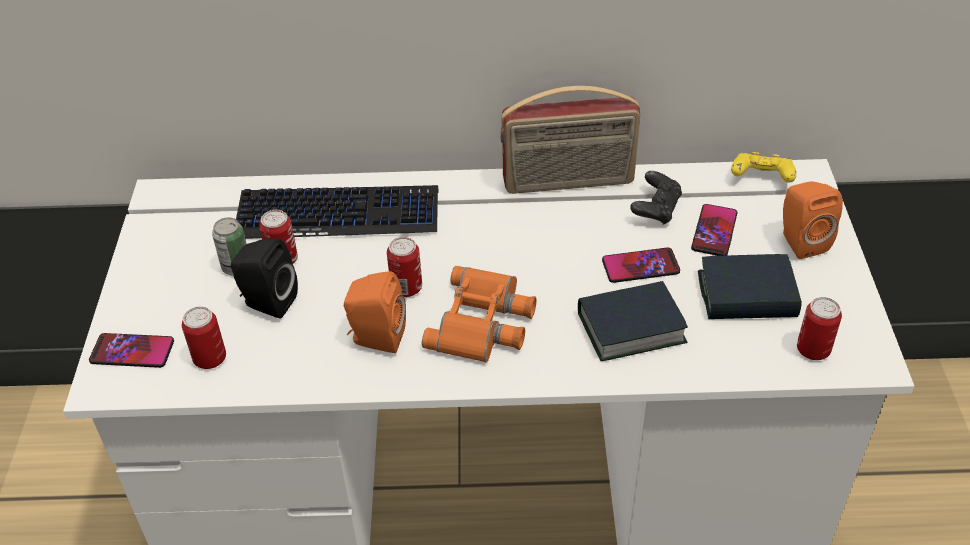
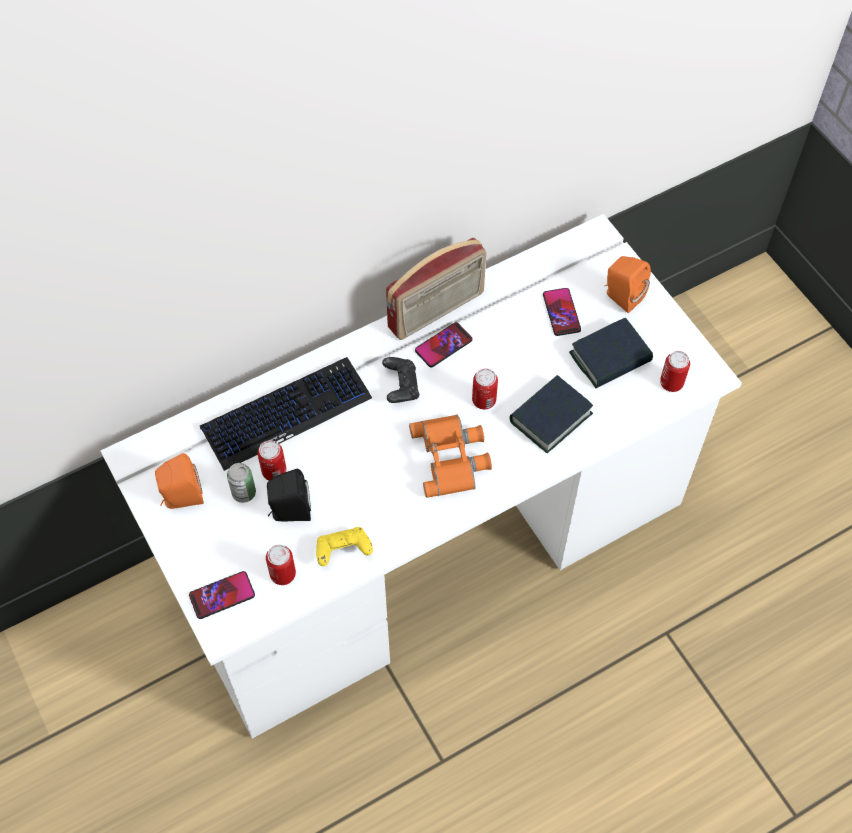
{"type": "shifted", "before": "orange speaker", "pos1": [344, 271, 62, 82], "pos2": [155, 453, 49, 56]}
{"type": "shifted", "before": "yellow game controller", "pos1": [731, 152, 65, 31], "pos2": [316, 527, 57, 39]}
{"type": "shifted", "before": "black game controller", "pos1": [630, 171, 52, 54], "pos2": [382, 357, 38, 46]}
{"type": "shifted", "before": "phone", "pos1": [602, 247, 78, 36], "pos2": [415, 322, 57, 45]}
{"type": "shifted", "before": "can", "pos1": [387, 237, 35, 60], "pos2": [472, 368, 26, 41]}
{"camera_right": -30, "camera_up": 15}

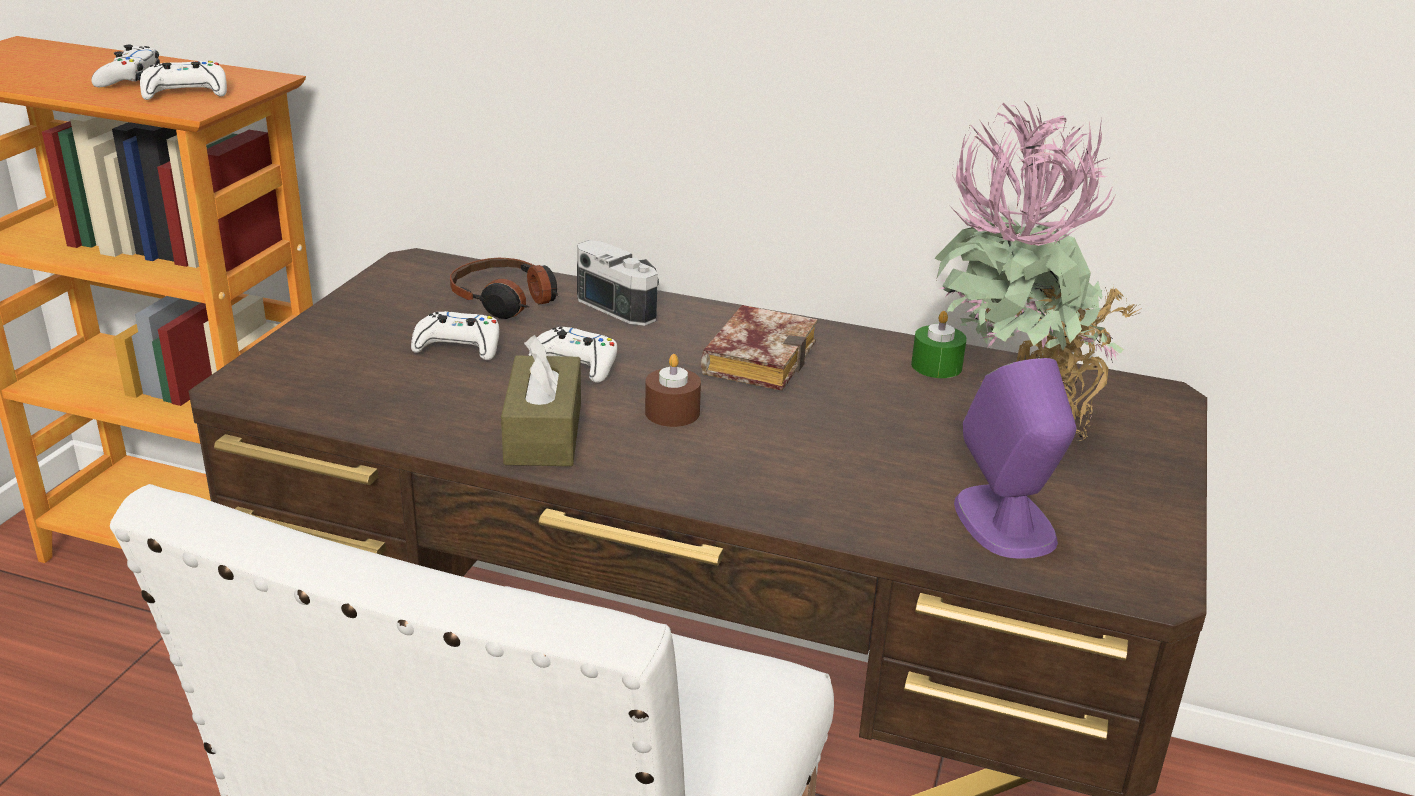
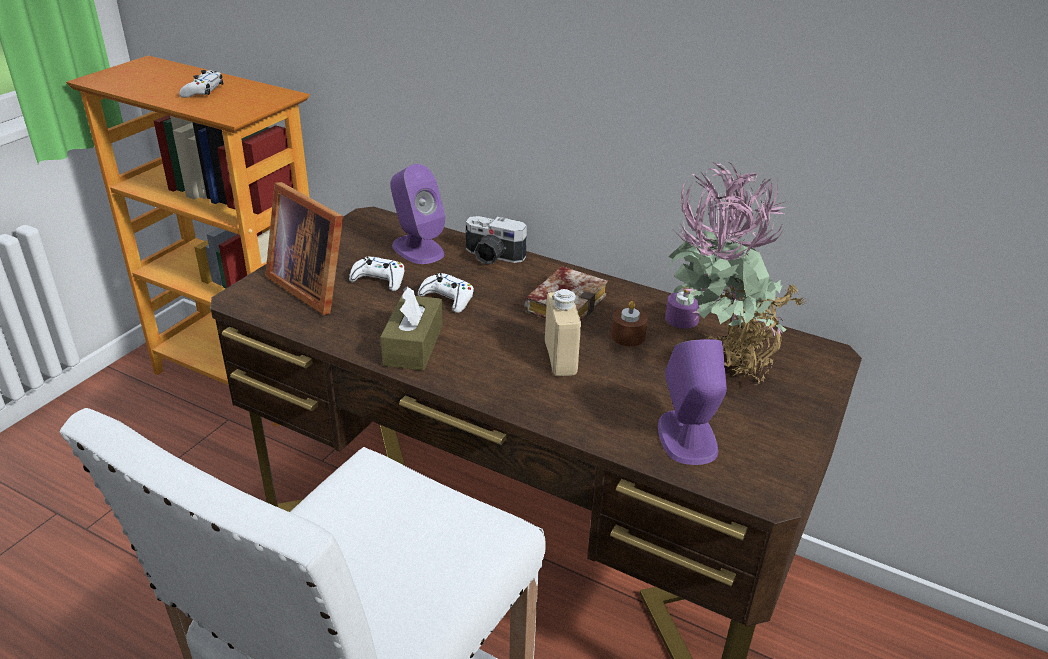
{"type": "new", "after": "picture frame", "pos2": [265, 182, 78, 133]}
{"type": "swapped", "before": "headphones", "after": "purple speaker", "pos1": [450, 258, 109, 61], "pos2": [391, 164, 55, 100]}
{"type": "rotated", "before": "photo camera", "pos1": [577, 240, 82, 86], "pos2": [465, 216, 62, 49], "turn": 150}
{"type": "new", "after": "beige bottle", "pos2": [545, 289, 36, 87]}
{"type": "shifted", "before": "brown candle", "pos1": [645, 354, 56, 73], "pos2": [611, 301, 37, 45]}
{"type": "repainted", "before": "green candle", "after": "purple candle", "pos1": [911, 311, 56, 67], "pos2": [665, 287, 36, 42]}
{"type": "gone", "before": "white game controller", "pos1": [140, 61, 87, 39]}
{"camera_right": 10, "camera_up": 5}

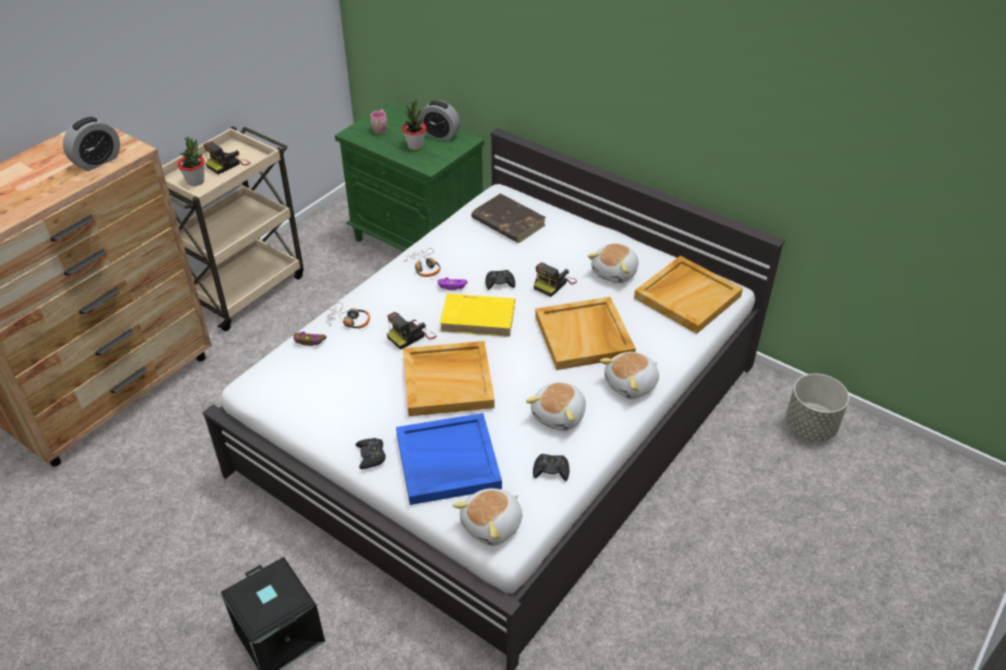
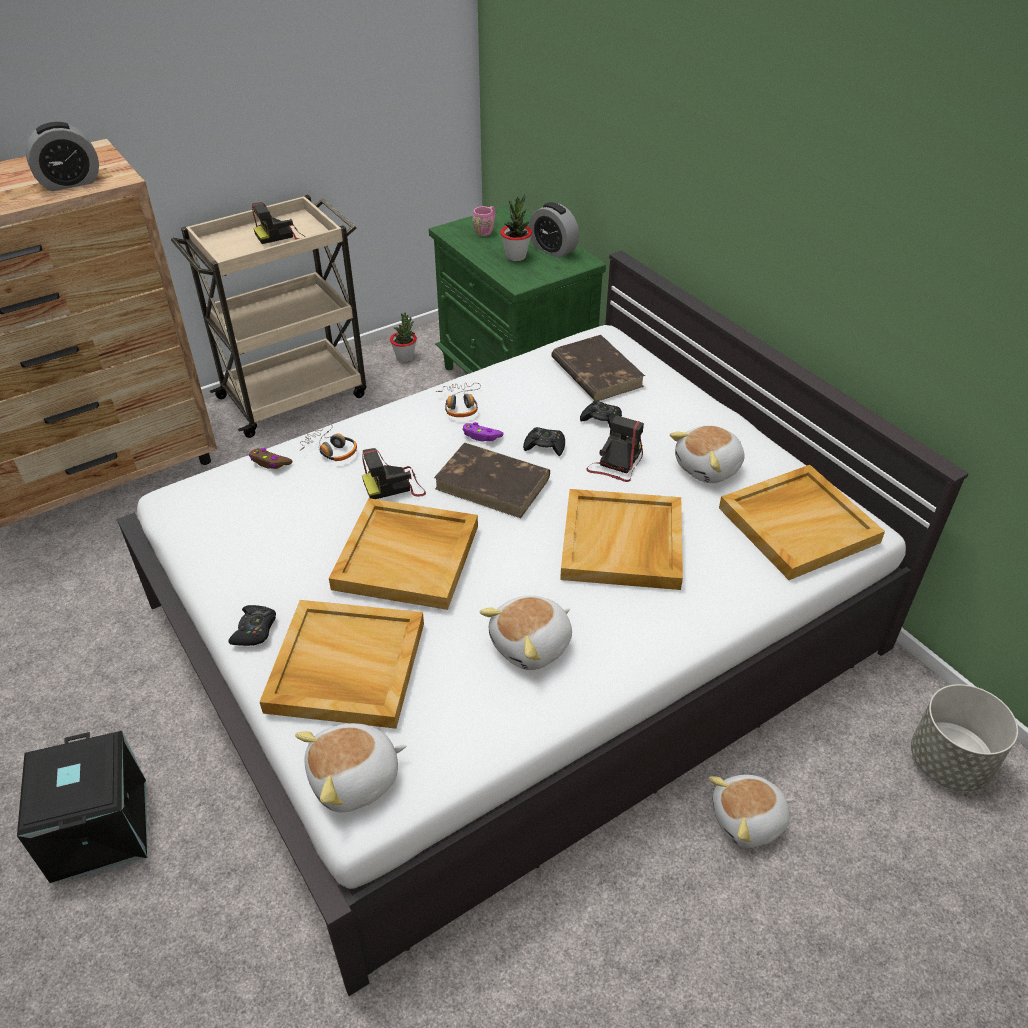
{"type": "repainted", "before": "blue tray", "after": "beige tray", "pos1": [396, 413, 106, 92], "pos2": [260, 600, 164, 129]}
{"type": "shifted", "before": "potted plant", "pos1": [178, 136, 27, 50], "pos2": [390, 312, 27, 50]}
{"type": "repainted", "before": "yellow book", "after": "brown book", "pos1": [440, 294, 75, 43], "pos2": [434, 443, 116, 75]}
{"type": "shifted", "before": "black game controller", "pos1": [533, 454, 36, 27], "pos2": [580, 400, 42, 29]}
{"type": "rotated", "before": "photo camera", "pos1": [534, 262, 43, 35], "pos2": [586, 415, 58, 67], "turn": 150}
{"type": "shifted", "before": "plush toy", "pos1": [600, 352, 59, 47], "pos2": [709, 775, 84, 73]}
{"camera_right": 20, "camera_up": 0}

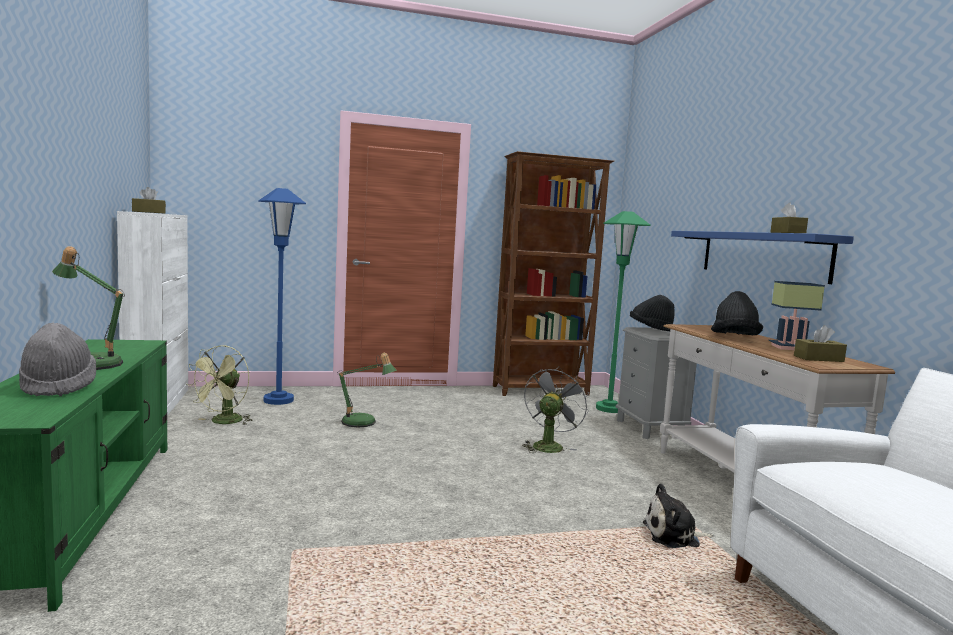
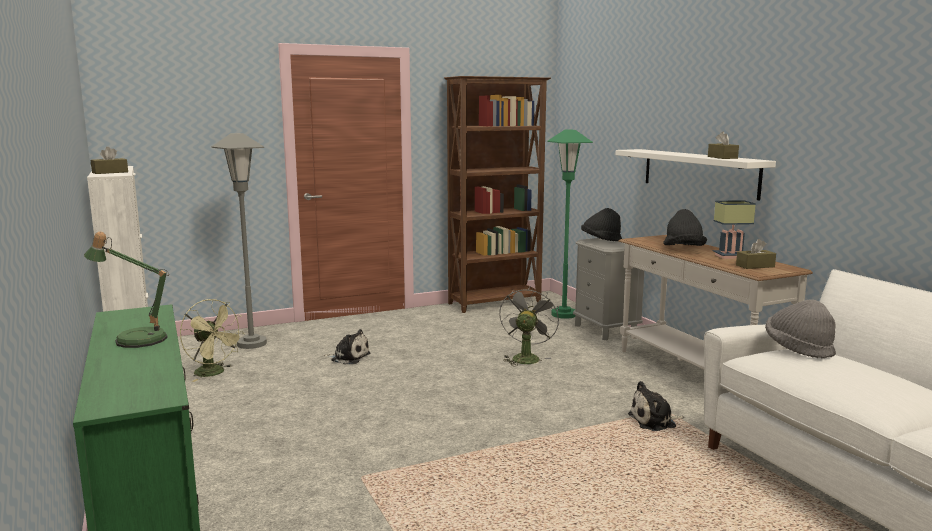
{"type": "rotated", "before": "green fan", "pos1": [187, 345, 66, 80], "pos2": [180, 299, 64, 83], "turn": -60}
{"type": "repainted", "before": "blue floor lamp", "after": "grey floor lamp", "pos1": [258, 188, 48, 217], "pos2": [211, 133, 56, 216]}
{"type": "swapped", "before": "table lamp", "after": "plush toy", "pos1": [337, 353, 60, 75], "pos2": [323, 329, 48, 35]}
{"type": "repainted", "before": "blue shelf", "after": "white shelf", "pos1": [671, 231, 183, 53], "pos2": [615, 149, 161, 51]}
{"type": "shifted", "before": "grey hat", "pos1": [19, 323, 77, 73], "pos2": [765, 300, 71, 59]}
{"camera_right": -10, "camera_up": 5}

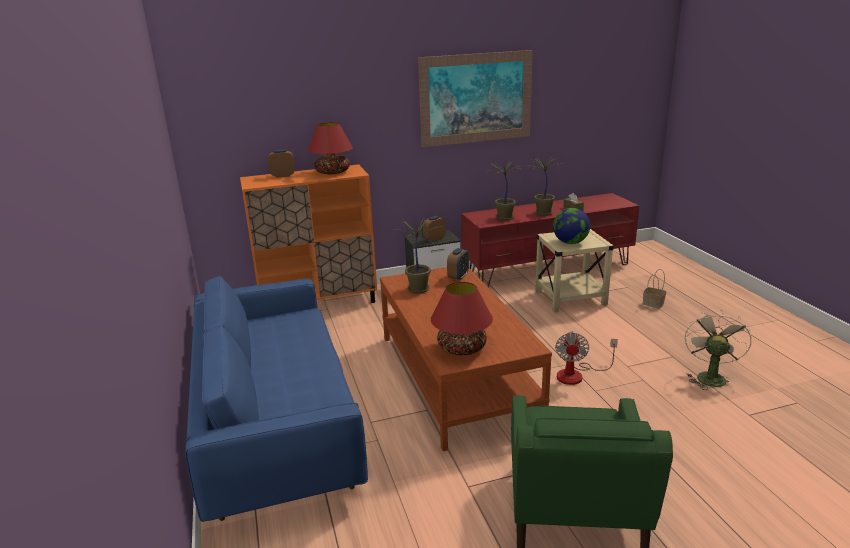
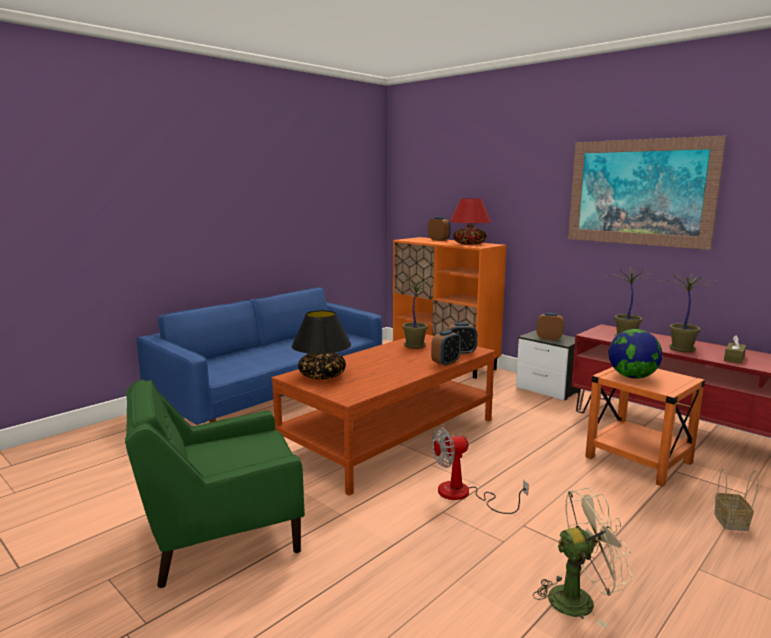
{"type": "repainted", "before": "red table lamp", "after": "black table lamp", "pos1": [431, 282, 62, 73], "pos2": [292, 310, 59, 69]}
{"type": "new", "after": "alarm clock", "pos2": [431, 330, 30, 36]}
{"type": "repainted", "before": "beige side table", "after": "orange side table", "pos1": [535, 229, 79, 84], "pos2": [585, 367, 120, 120]}
{"camera_right": 60, "camera_up": -10}

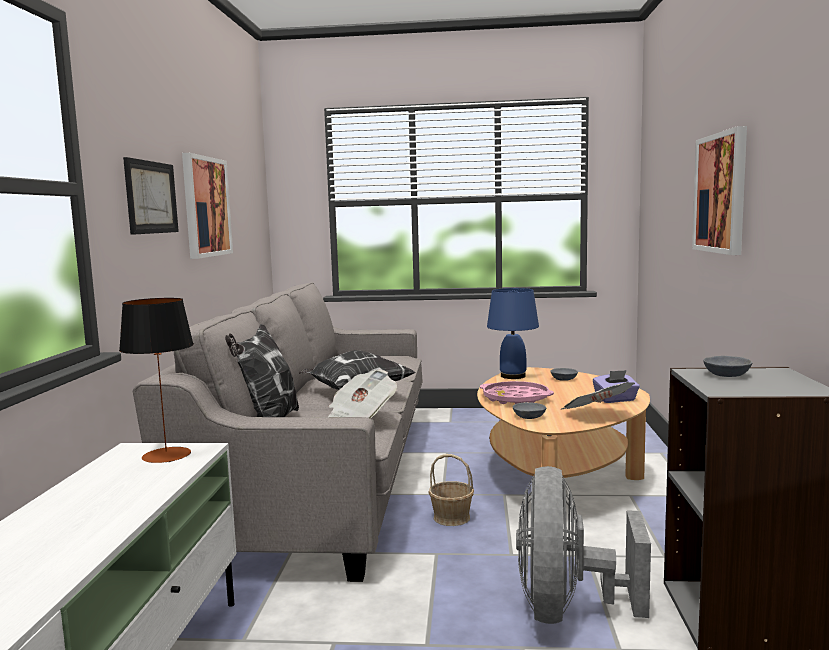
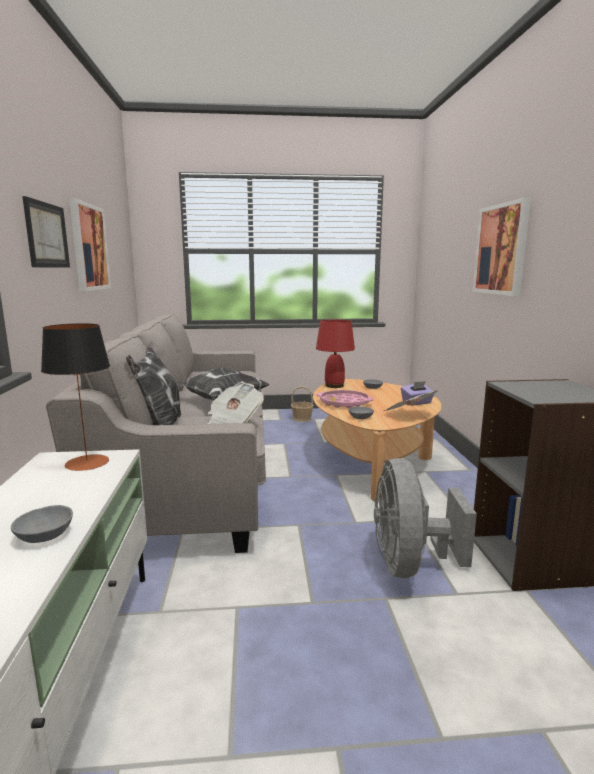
{"type": "shifted", "before": "grey bowl", "pos1": [703, 356, 49, 21], "pos2": [11, 505, 62, 38]}
{"type": "shifted", "before": "basket", "pos1": [429, 454, 45, 72], "pos2": [291, 386, 23, 36]}
{"type": "repainted", "before": "blue table lamp", "after": "red table lamp", "pos1": [487, 288, 52, 91], "pos2": [316, 319, 39, 69]}
{"camera_right": -10, "camera_up": 5}

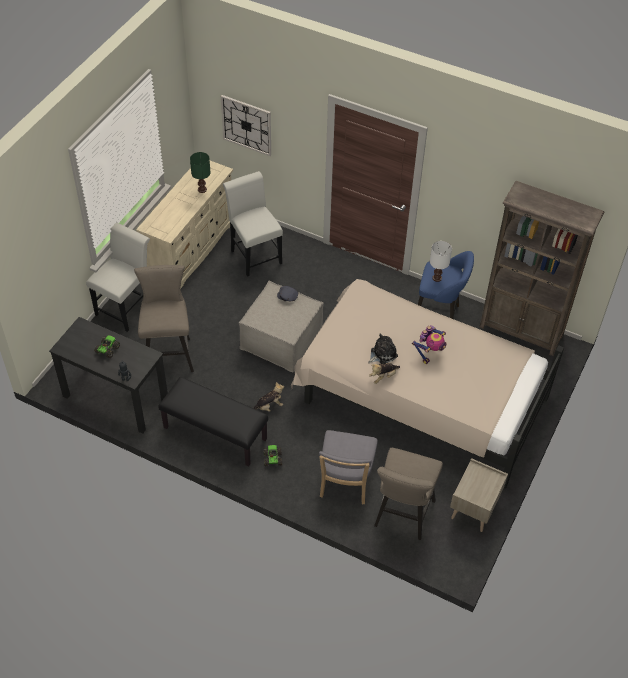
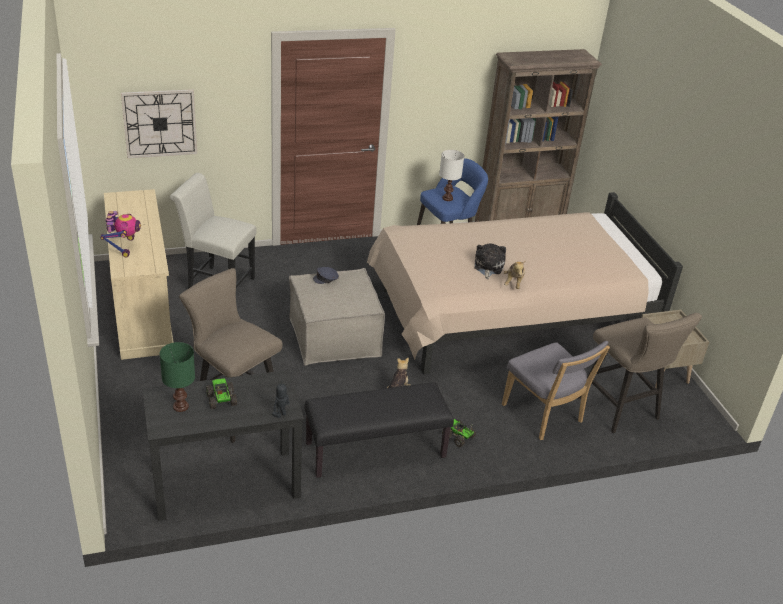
{"type": "shifted", "before": "toy robot", "pos1": [412, 325, 34, 39], "pos2": [100, 211, 41, 46]}
{"type": "shifted", "before": "green table lamp", "pos1": [190, 152, 21, 41], "pos2": [160, 342, 35, 70]}
{"type": "gone", "before": "white chair", "pos1": [86, 222, 64, 110]}
{"camera_right": -45, "camera_up": -15}

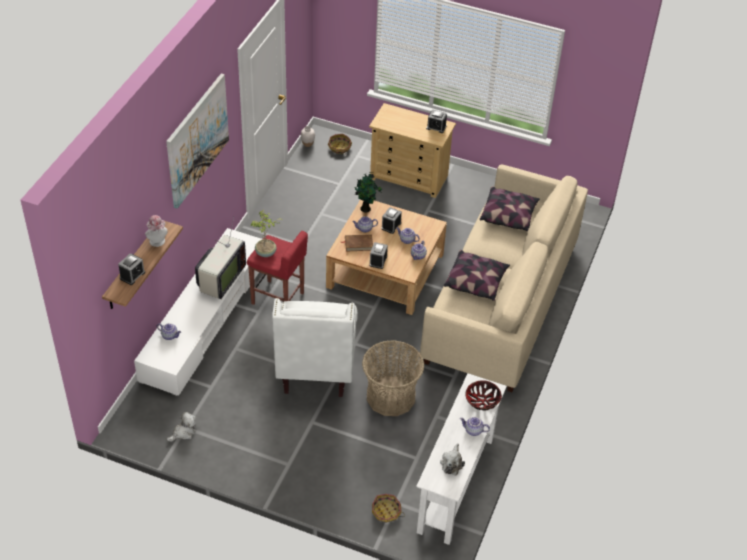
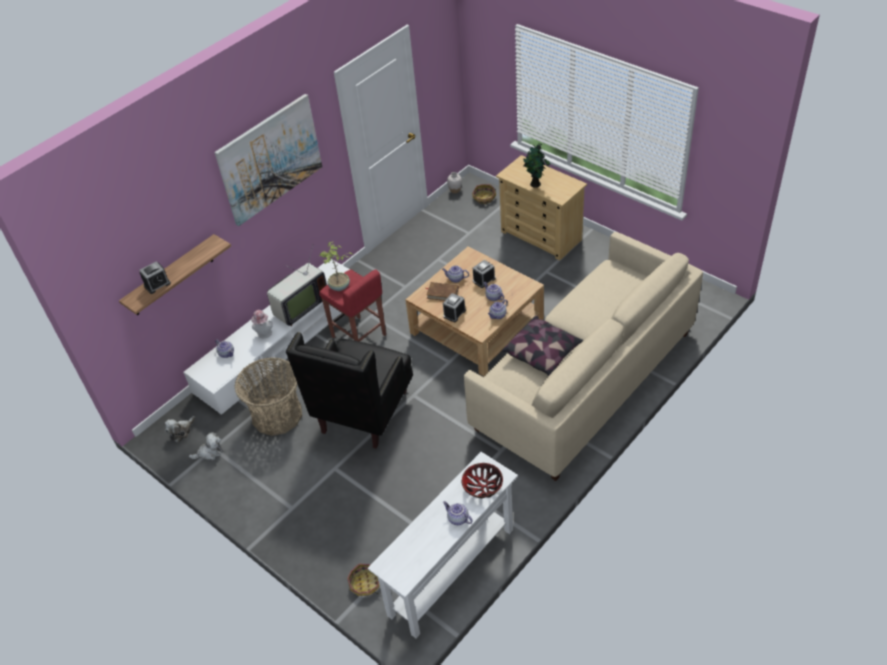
{"type": "shifted", "before": "plush toy", "pos1": [440, 443, 25, 32], "pos2": [165, 416, 30, 26]}
{"type": "shifted", "before": "basket", "pos1": [362, 340, 62, 76], "pos2": [234, 357, 68, 79]}
{"type": "shifted", "before": "hat", "pos1": [145, 215, 23, 32], "pos2": [251, 310, 22, 28]}
{"type": "repainted", "before": "white armchair", "after": "black armchair", "pos1": [272, 298, 86, 99], "pos2": [286, 332, 127, 117]}
{"type": "shifted", "before": "potted plant", "pos1": [355, 172, 27, 41], "pos2": [523, 143, 27, 45]}
{"type": "gone", "before": "alarm clock", "pos1": [426, 110, 21, 23]}
{"type": "gone", "before": "pillow", "pos1": [480, 186, 60, 45]}
{"camera_right": 25, "camera_up": 0}

